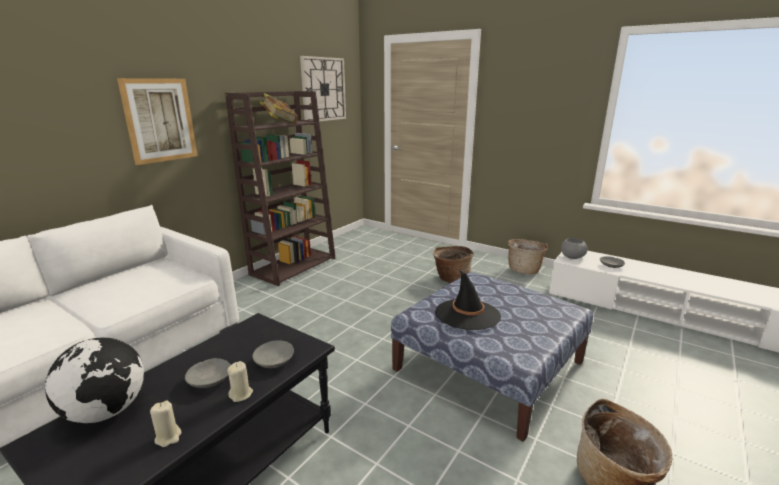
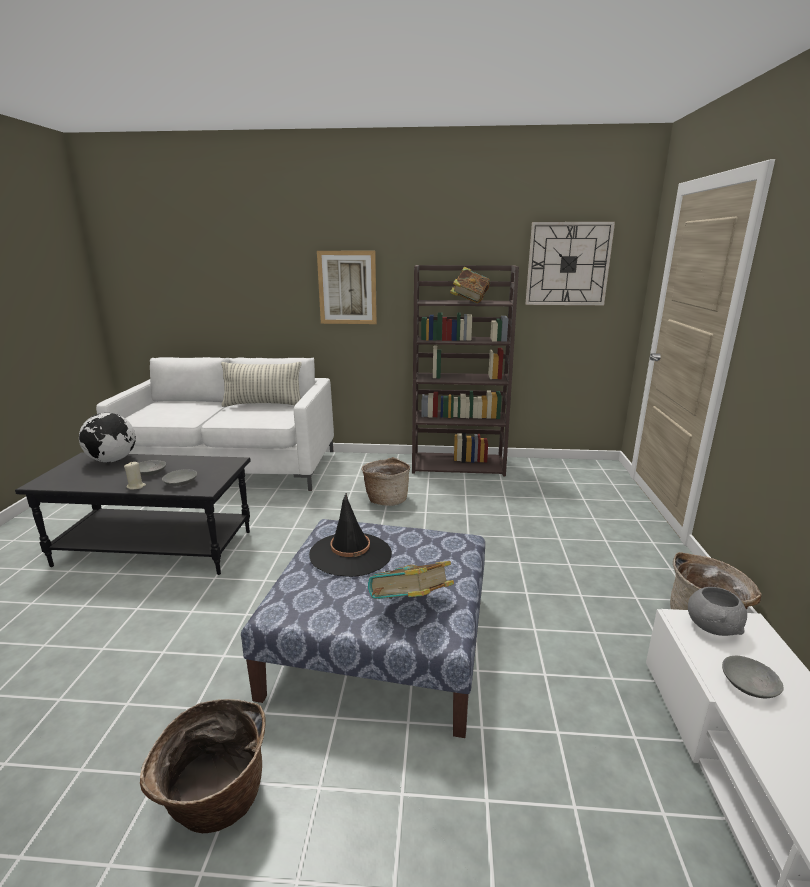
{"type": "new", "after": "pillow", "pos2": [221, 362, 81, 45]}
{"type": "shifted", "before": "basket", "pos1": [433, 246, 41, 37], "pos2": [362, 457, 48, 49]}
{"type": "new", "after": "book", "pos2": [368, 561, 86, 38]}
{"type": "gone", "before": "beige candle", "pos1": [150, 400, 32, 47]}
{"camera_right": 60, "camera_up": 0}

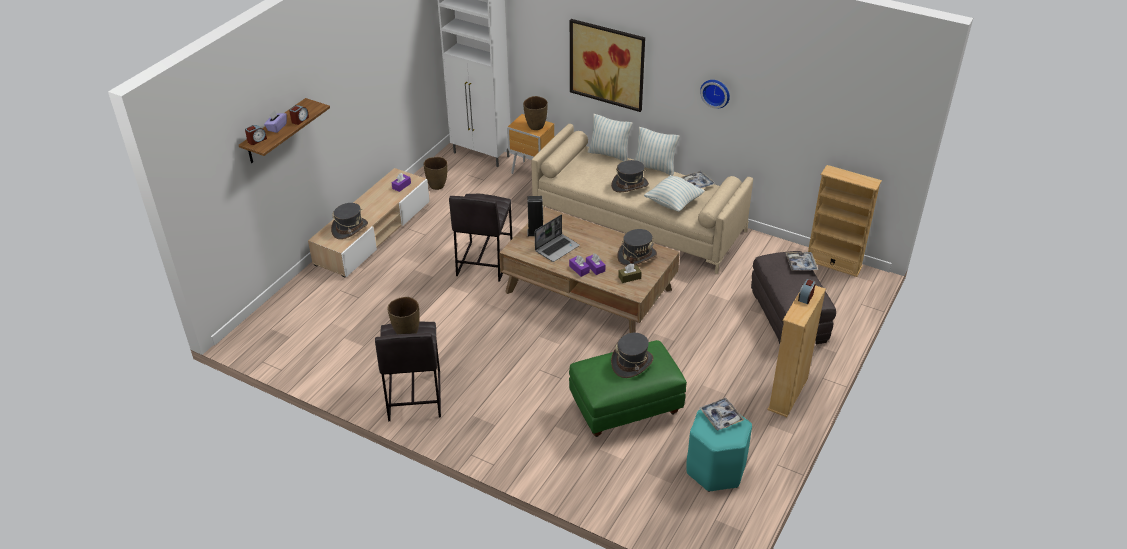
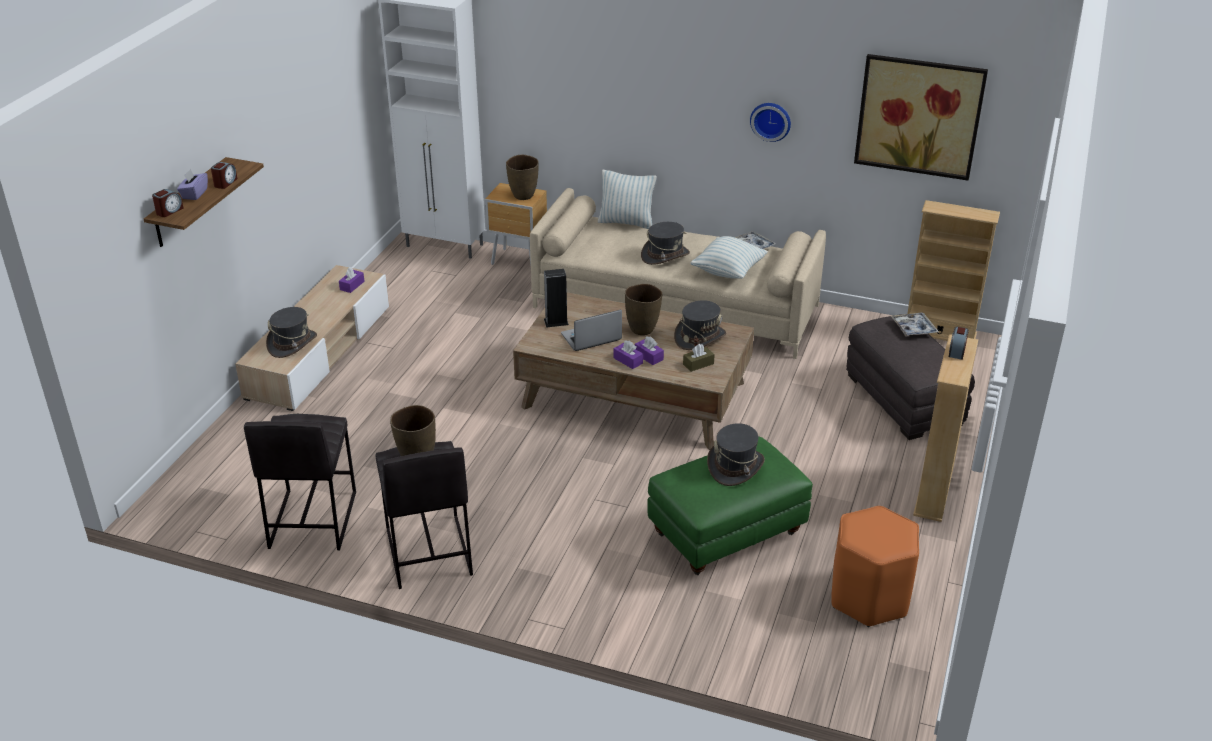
{"type": "shifted", "before": "grey stool", "pos1": [449, 194, 63, 88], "pos2": [244, 414, 112, 136]}
{"type": "rotated", "before": "laptop", "pos1": [534, 214, 46, 48], "pos2": [561, 310, 61, 41], "turn": -150}
{"type": "shifted", "before": "brown vase", "pos1": [424, 157, 24, 33], "pos2": [625, 284, 37, 51]}
{"type": "repainted", "before": "turquoise stool", "after": "orange stool", "pos1": [686, 409, 66, 83], "pos2": [831, 506, 88, 121]}
{"type": "shifted", "before": "picture", "pos1": [570, 19, 75, 93], "pos2": [854, 54, 134, 126]}
{"type": "gone", "before": "pillow", "pos1": [635, 127, 45, 49]}
{"type": "gone", "before": "tray", "pos1": [700, 398, 44, 32]}
{"camera_right": -10, "camera_up": -5}

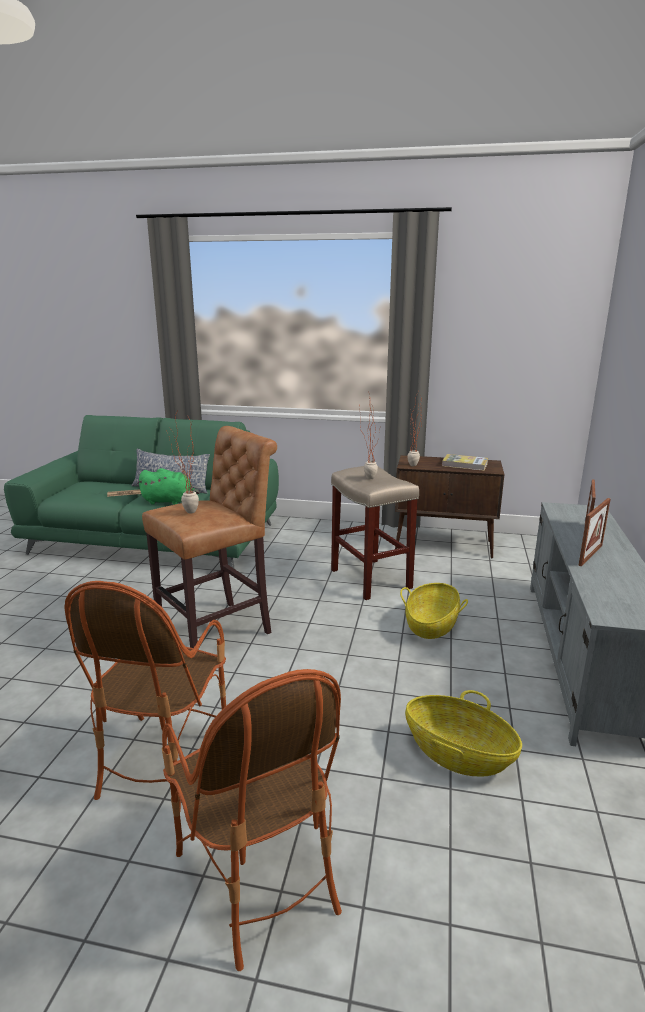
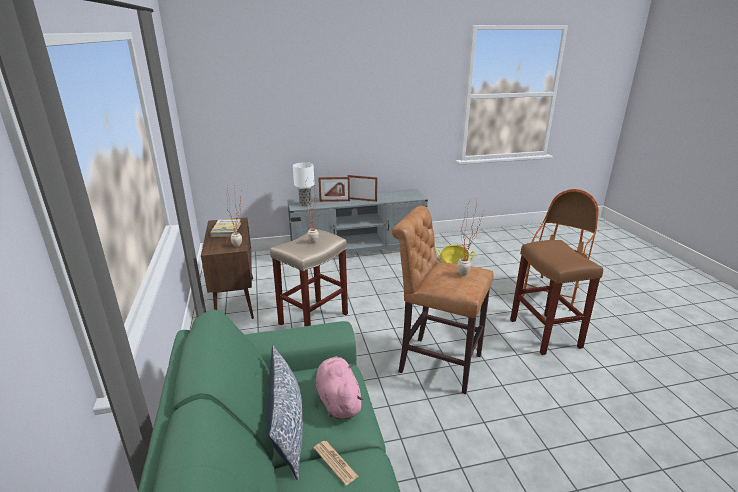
{"type": "new", "after": "table lamp", "pos2": [293, 162, 22, 44]}
{"type": "repainted", "before": "green plush toy", "after": "pink plush toy", "pos1": [137, 468, 63, 37], "pos2": [316, 356, 48, 64]}
{"type": "swapped", "before": "armchair", "after": "brown stool", "pos1": [64, 581, 162, 230], "pos2": [510, 240, 93, 115]}
{"type": "gone", "before": "basket", "pos1": [400, 583, 68, 56]}
{"camera_right": -115, "camera_up": 5}

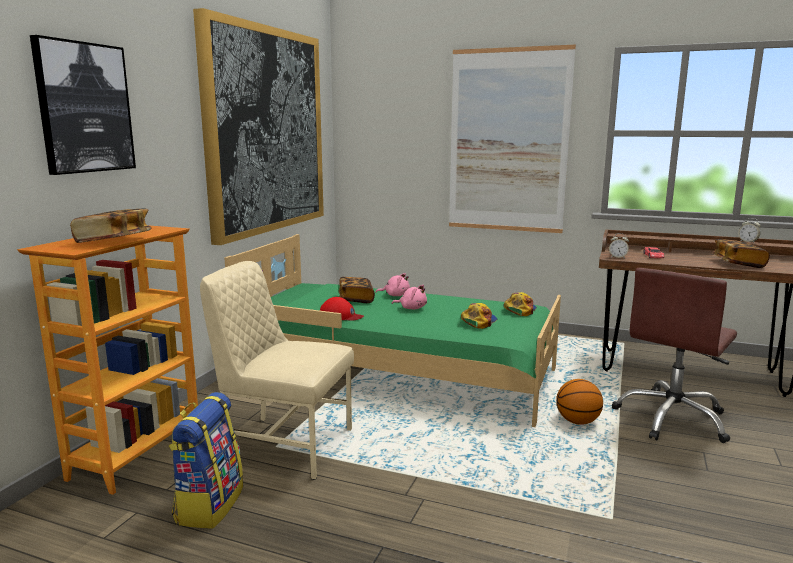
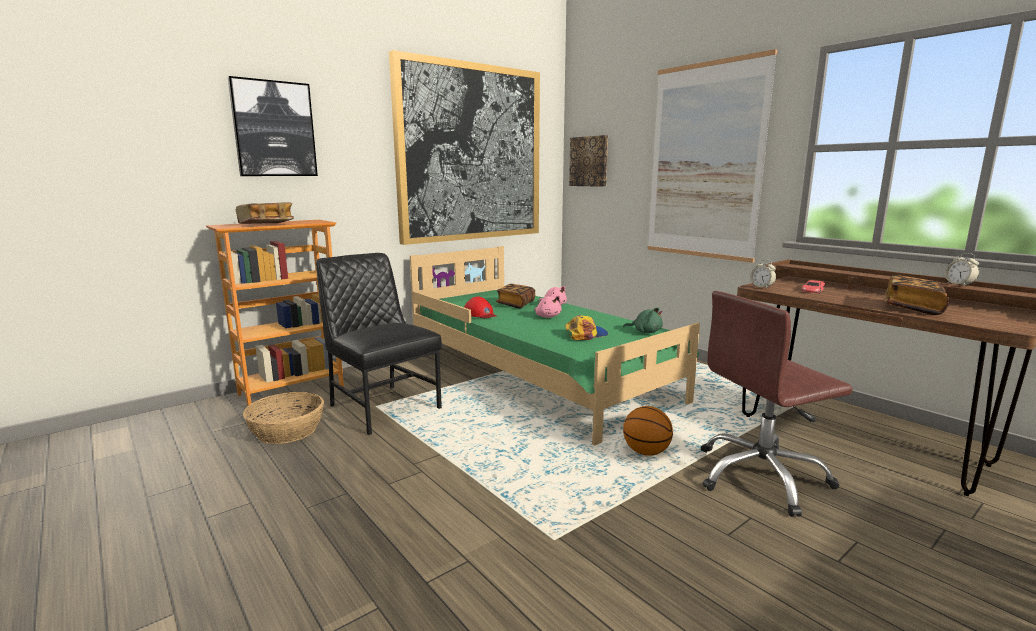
{"type": "swapped", "before": "backpack", "after": "basket", "pos1": [169, 392, 74, 137], "pos2": [243, 392, 81, 52]}
{"type": "repainted", "before": "beige chair", "after": "black chair", "pos1": [200, 261, 154, 219], "pos2": [316, 253, 126, 182]}
{"type": "new", "after": "picture", "pos2": [569, 135, 39, 52]}
{"type": "swapped", "before": "cap", "after": "green plush toy", "pos1": [503, 292, 34, 24], "pos2": [623, 307, 40, 26]}
{"camera_right": 30, "camera_up": 0}

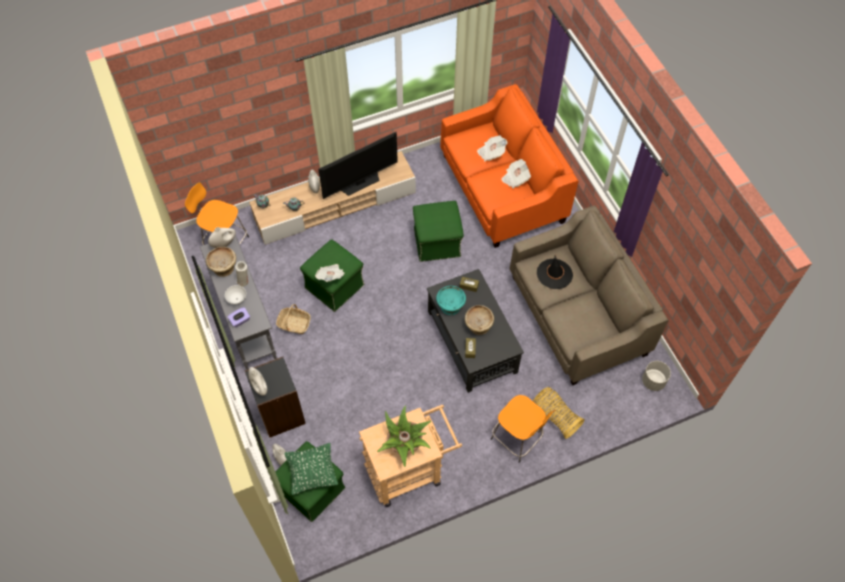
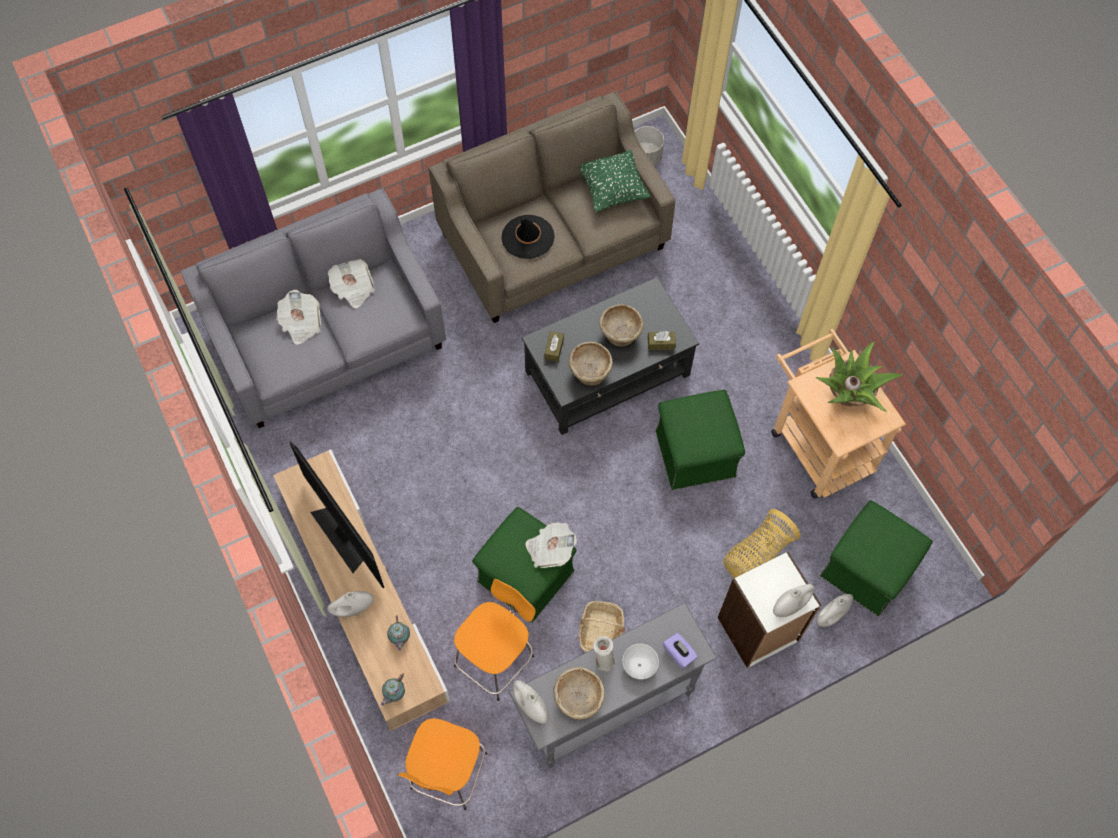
{"type": "repainted", "before": "orange sofa", "after": "grey sofa", "pos1": [440, 84, 139, 164], "pos2": [180, 188, 266, 240]}
{"type": "shifted", "before": "orange stool", "pos1": [491, 395, 64, 68], "pos2": [454, 579, 82, 122]}
{"type": "repainted", "before": "turquoise bowl", "after": "beige bowl", "pos1": [436, 286, 30, 29], "pos2": [569, 342, 44, 44]}
{"type": "shifted", "before": "green pillow", "pos1": [285, 443, 53, 52], "pos2": [579, 150, 72, 62]}
{"type": "shifted", "before": "green ottoman", "pos1": [413, 201, 51, 61], "pos2": [655, 390, 90, 100]}
{"type": "repainted", "before": "black bookcase", "after": "white bookcase", "pos1": [245, 357, 61, 81], "pos2": [718, 552, 103, 116]}
{"type": "shifted", "before": "basket", "pos1": [533, 387, 52, 52], "pos2": [723, 509, 77, 69]}
{"camera_right": -95, "camera_up": 5}

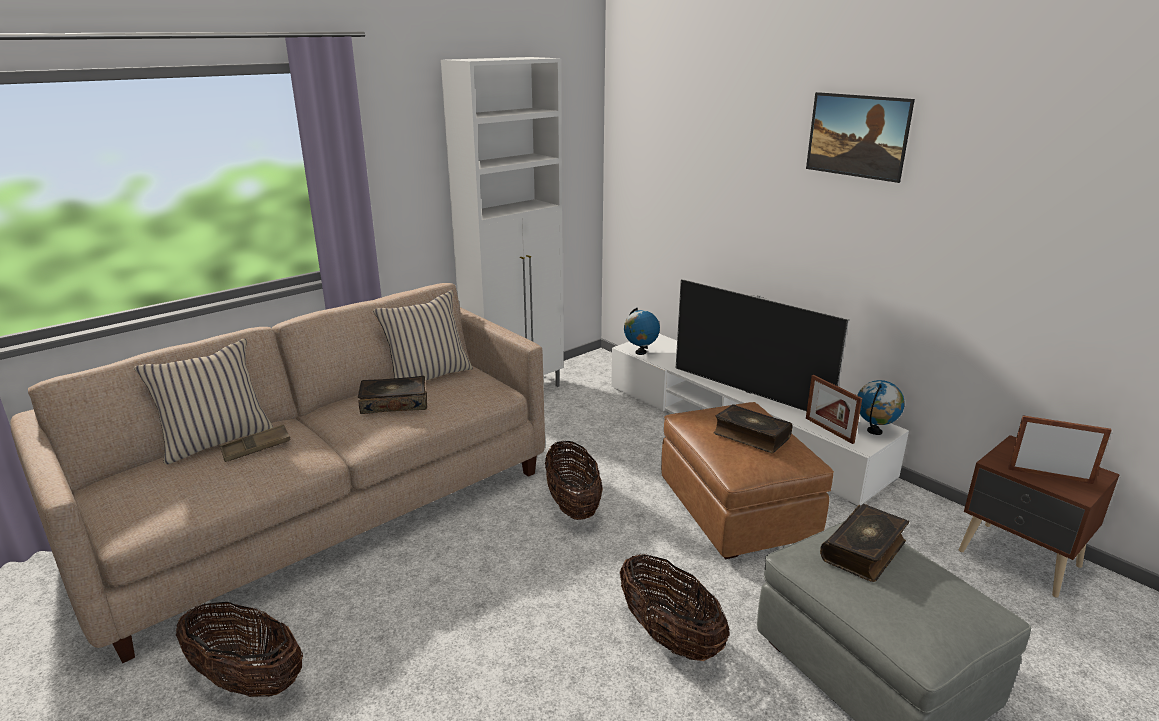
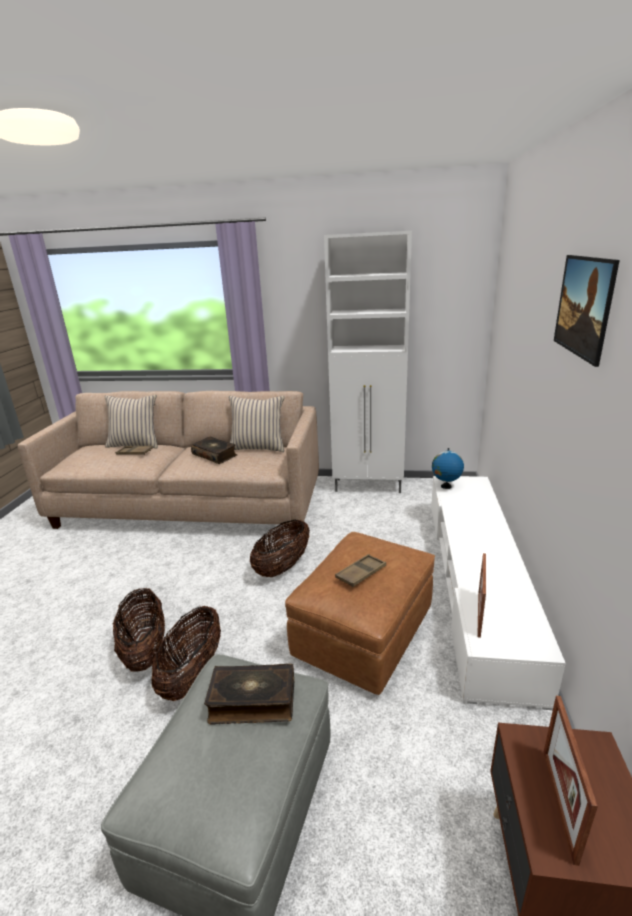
{"type": "shifted", "before": "basket", "pos1": [176, 602, 127, 95], "pos2": [113, 587, 52, 85]}
{"type": "swapped", "before": "book", "after": "brown tray", "pos1": [714, 404, 78, 49], "pos2": [335, 554, 51, 33]}
{"type": "rotated", "before": "picture frame", "pos1": [1008, 416, 104, 68], "pos2": [544, 696, 54, 170], "turn": -150}
{"type": "gone", "before": "television", "pos1": [676, 279, 173, 132]}
{"type": "gone", "before": "globe", "pos1": [857, 380, 48, 55]}
{"camera_right": 50, "camera_up": 0}

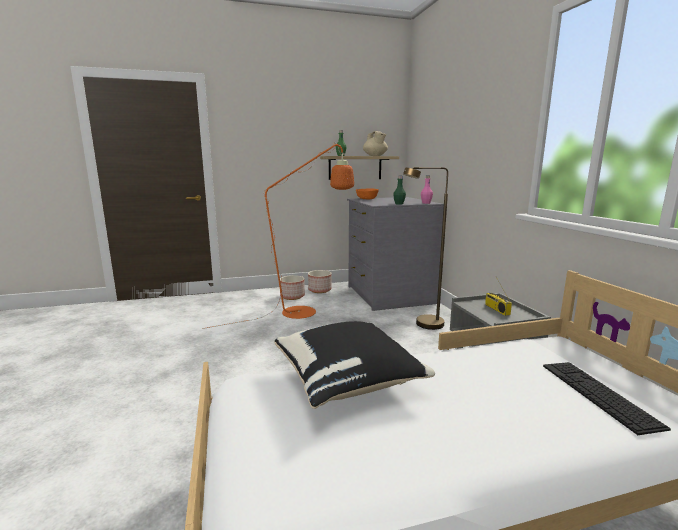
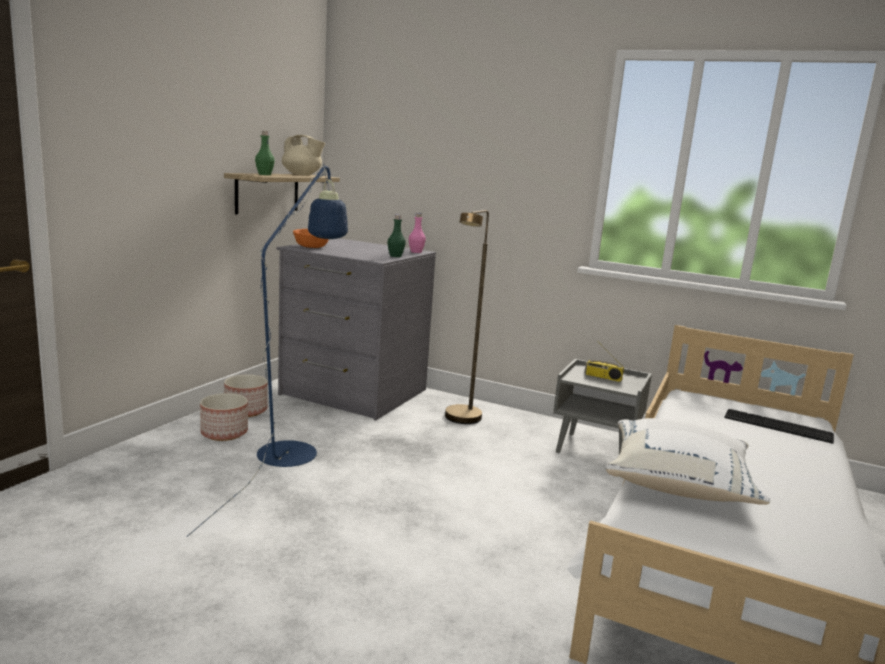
{"type": "repainted", "before": "orange floor lamp", "after": "blue floor lamp", "pos1": [202, 143, 152, 186], "pos2": [186, 163, 162, 374]}
{"type": "repainted", "before": "black pillow", "after": "white pillow", "pos1": [274, 321, 161, 88], "pos2": [606, 418, 164, 87]}
{"camera_right": -50, "camera_up": 0}

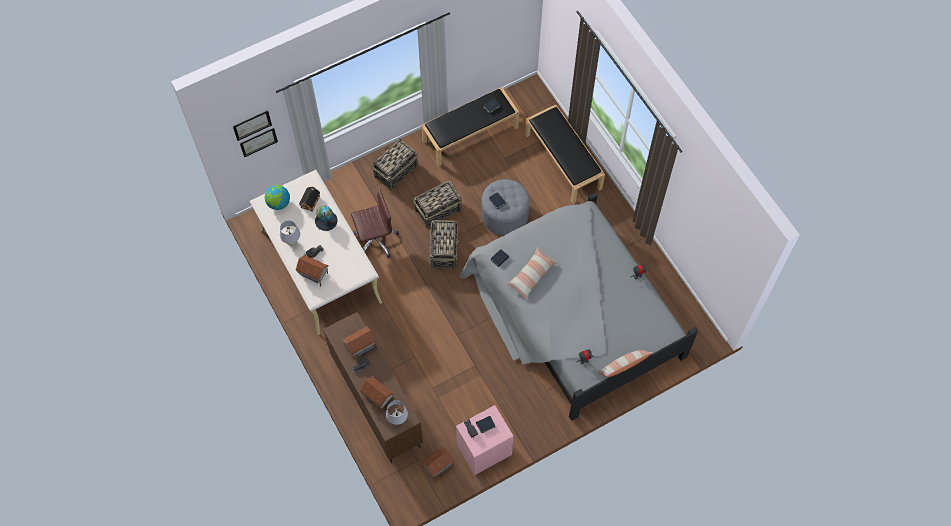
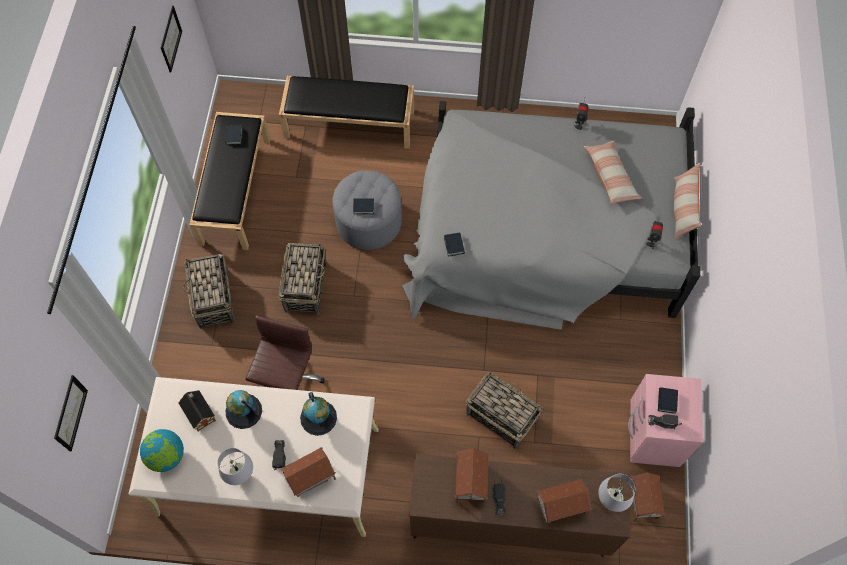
{"type": "shifted", "before": "picture", "pos1": [233, 110, 39, 31], "pos2": [161, 6, 21, 67]}
{"type": "new", "after": "globe", "pos2": [300, 392, 37, 44]}
{"type": "shifted", "before": "basket", "pos1": [430, 220, 30, 49], "pos2": [466, 372, 77, 77]}
{"type": "shifted", "before": "pillow", "pos1": [507, 247, 50, 52], "pos2": [583, 141, 58, 64]}
{"camera_right": -55, "camera_up": 0}

